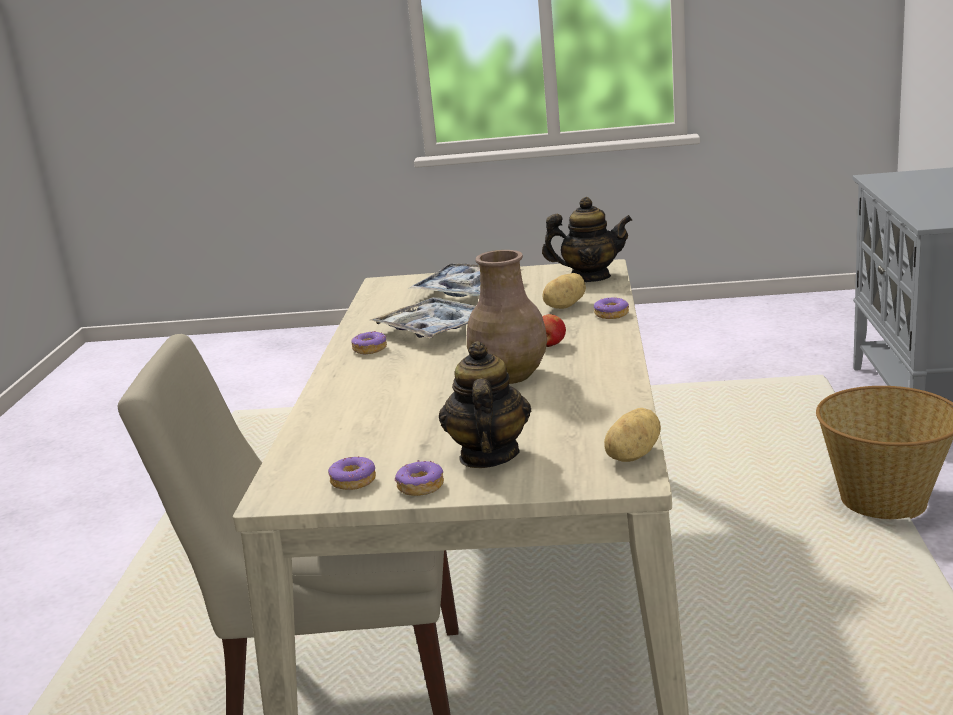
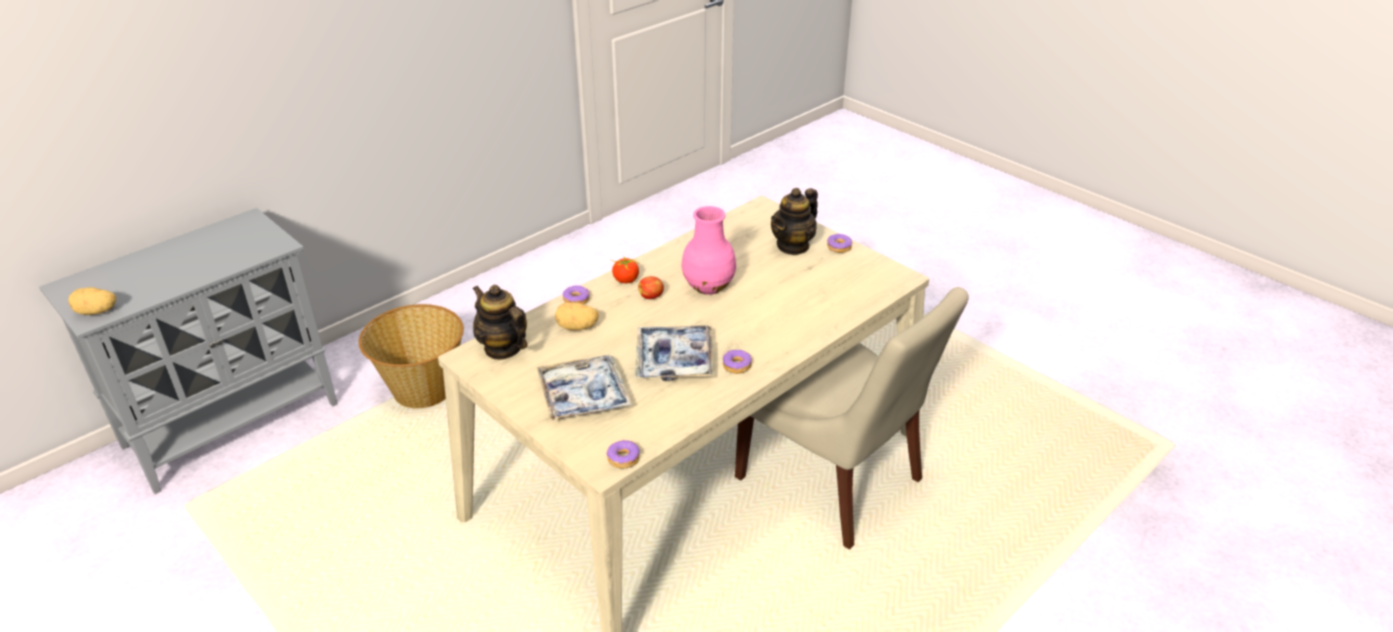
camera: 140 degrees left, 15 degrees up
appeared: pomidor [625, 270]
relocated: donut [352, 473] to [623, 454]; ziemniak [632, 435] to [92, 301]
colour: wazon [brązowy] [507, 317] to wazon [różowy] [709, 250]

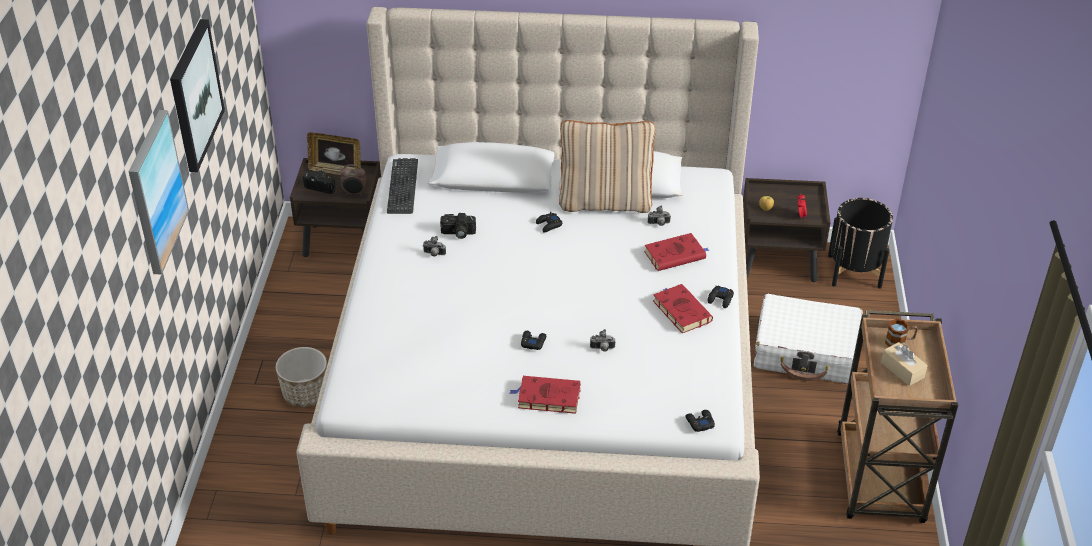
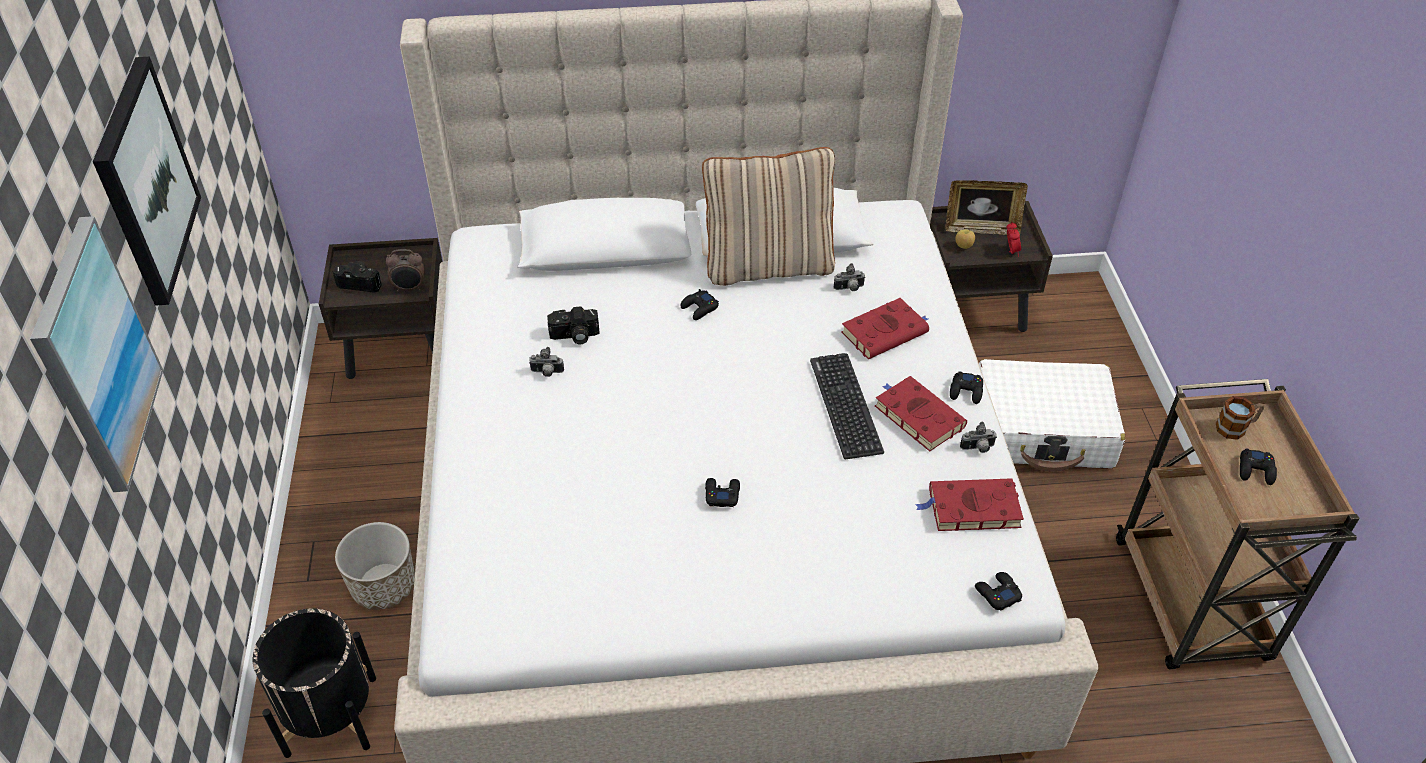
camera: 10 degrees left, 5 degrees up
relocated: ramka na zdjęcie [334, 154] to [986, 207]; klawiatura [402, 186] to [847, 406]; książka [czerwony] [545, 395] to [969, 504]; aparat fotograficzny [602, 340] to [978, 437]; donica [czarny] [860, 243] to [314, 683]
exchanged: pudełko chusteczek [beżowy] [904, 364] to pad do gier [czarny] [1258, 466]

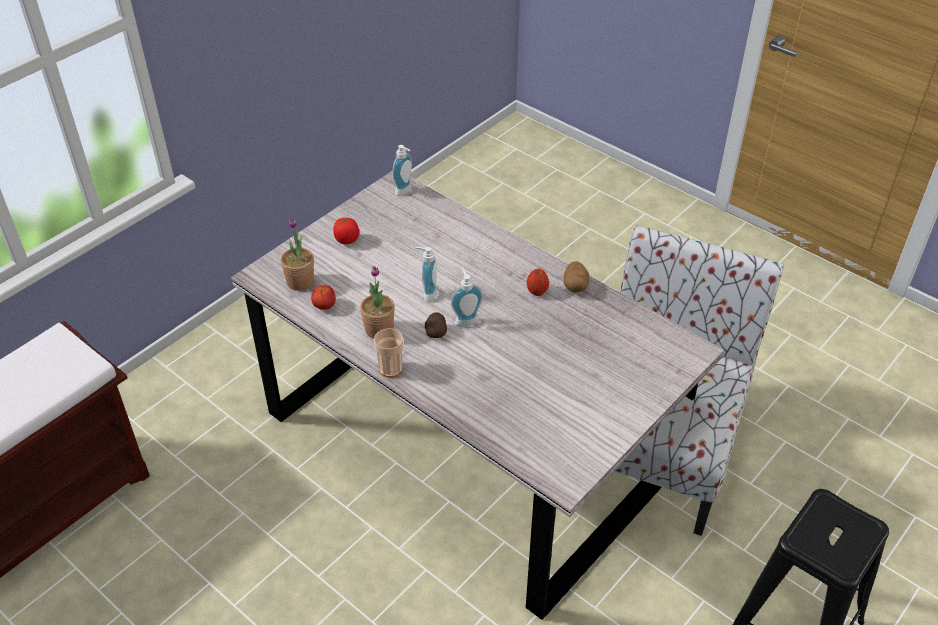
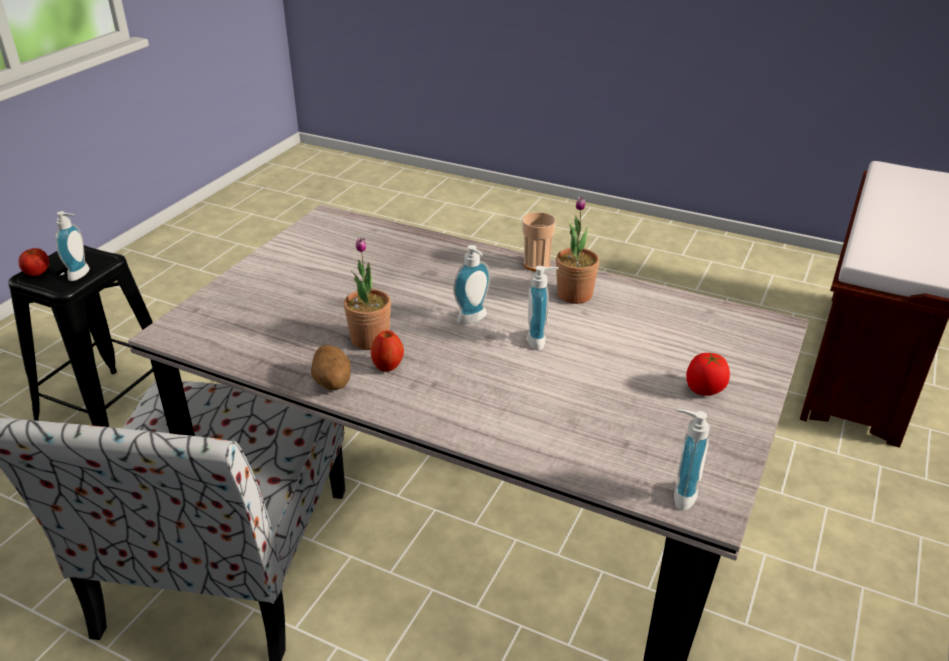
camera: 165 degrees right, 10 degrees down
missing: ziemniak [436, 325]
appeared: dozownik mydła [72, 246]
relocated: roślina doniczkowa [297, 254] to [367, 294]; pomidor [323, 297] to [34, 262]

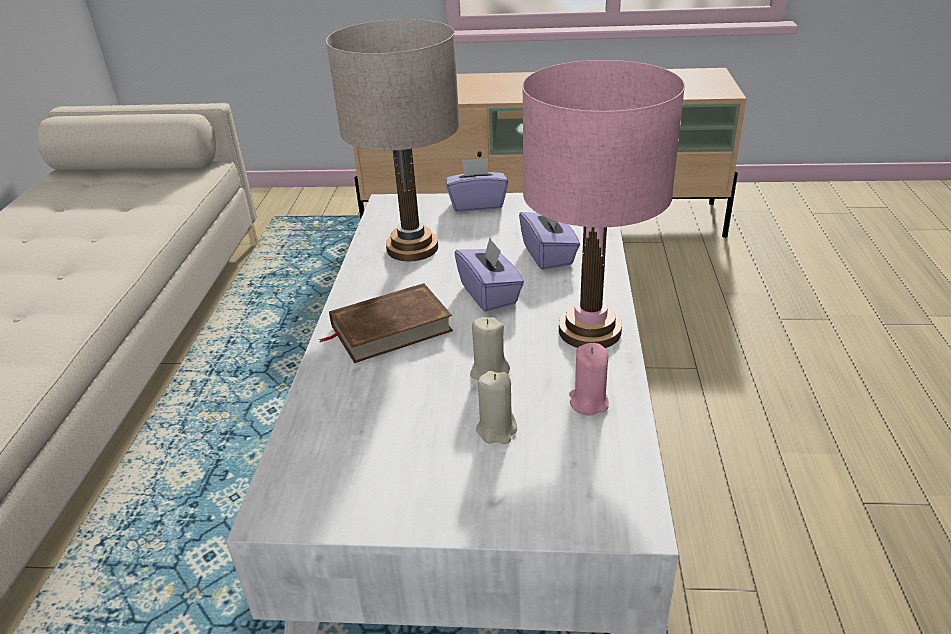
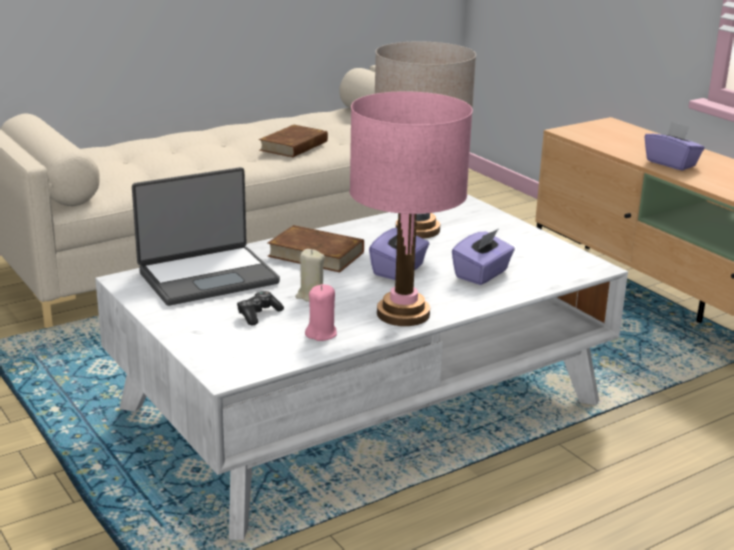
camera: 50 degrees right, 10 degrees down
appeared: laptop [206, 236]; książka [brązowy] [293, 141]
relocated: pudełko chusteczek [fioletowy] [477, 185] to [674, 146]
exchanged: świeca [beżowy] [496, 407] to pad do gier [260, 308]

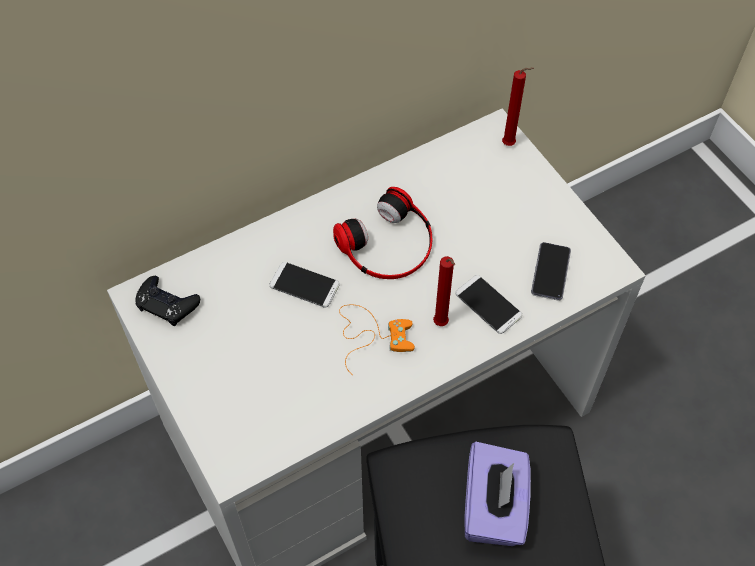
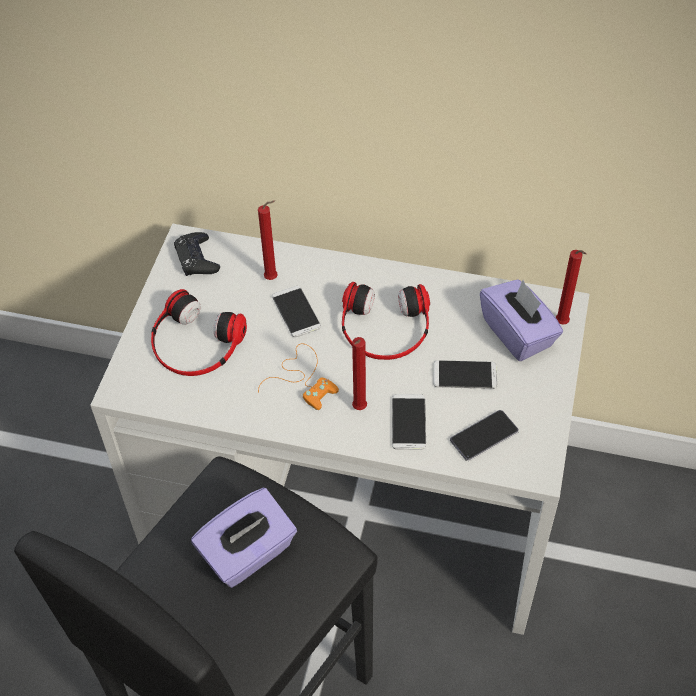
camera: 45 degrees right, 5 degrees down
appeared: słuchawki [199, 332]; świeca [czerwony] [268, 240]; telefon [465, 374]; pudełko chusteczek [fioletowy] [521, 320]

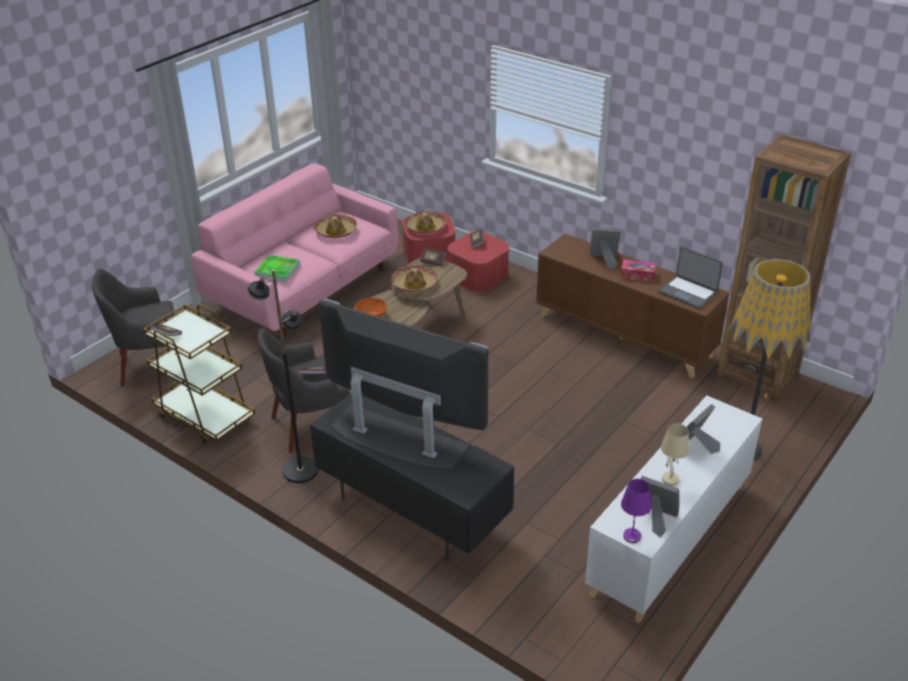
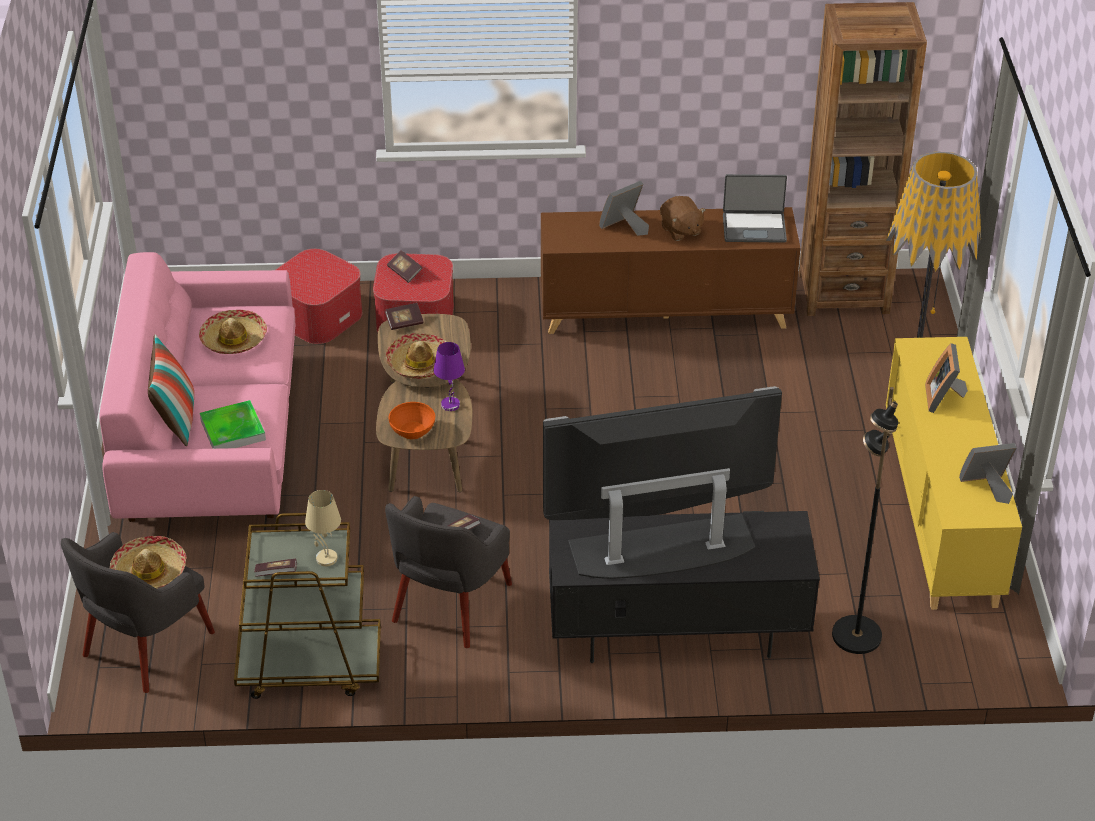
camera: 40 degrees left, 5 degrees up
appeared: poduszka [171, 390]
relocated: lampa stojąca [czarny] [283, 376] to [865, 520]; kapelusz [425, 222] to [148, 562]; lampa stołowa [fioletowy] [636, 511] to [449, 376]; lampa stołowa [beżowy] [675, 455] to [323, 528]
exchanged: pudełko chusteczek [638, 271] to pluszak [brązowy] [683, 218]
colour: szafka [biały] [673, 509] to szafka [żółty] [954, 473]

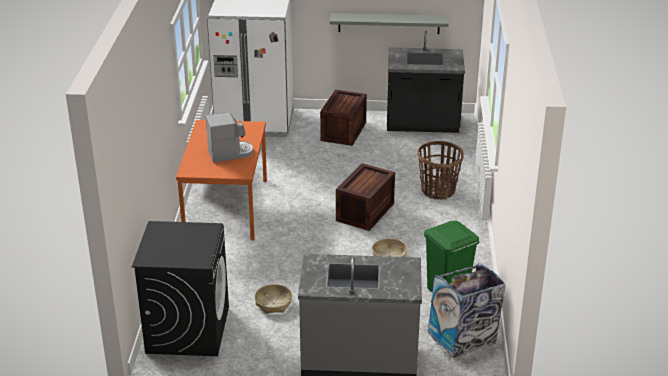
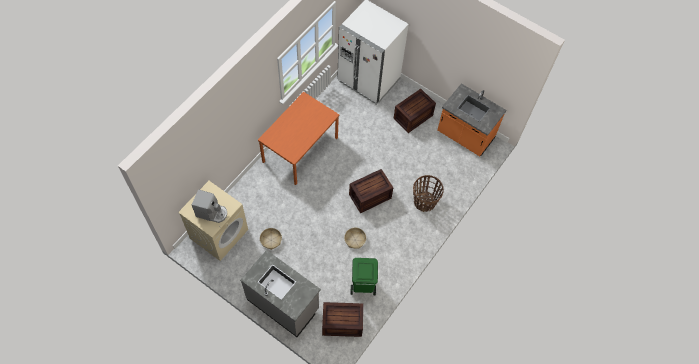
camera: 30 degrees right, 30 degrees up
missing: półka [szary] [389, 23]
relocated: ekspres do kawy [229, 137] to [209, 206]
exchanged: kosz na śmieci [467, 311] to skrzynka [342, 319]
colour: pralka [czarny] [180, 288] to pralka [beżowy] [213, 221]; zabudowa kuchenna [czarny] [426, 81] to zabudowa kuchenna [pomarańczowy] [472, 119]

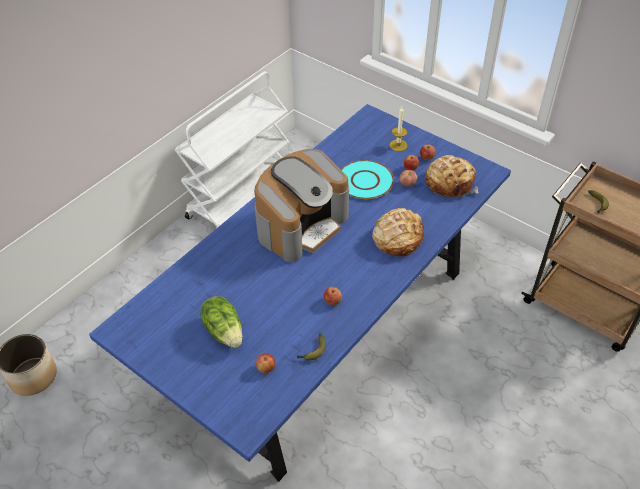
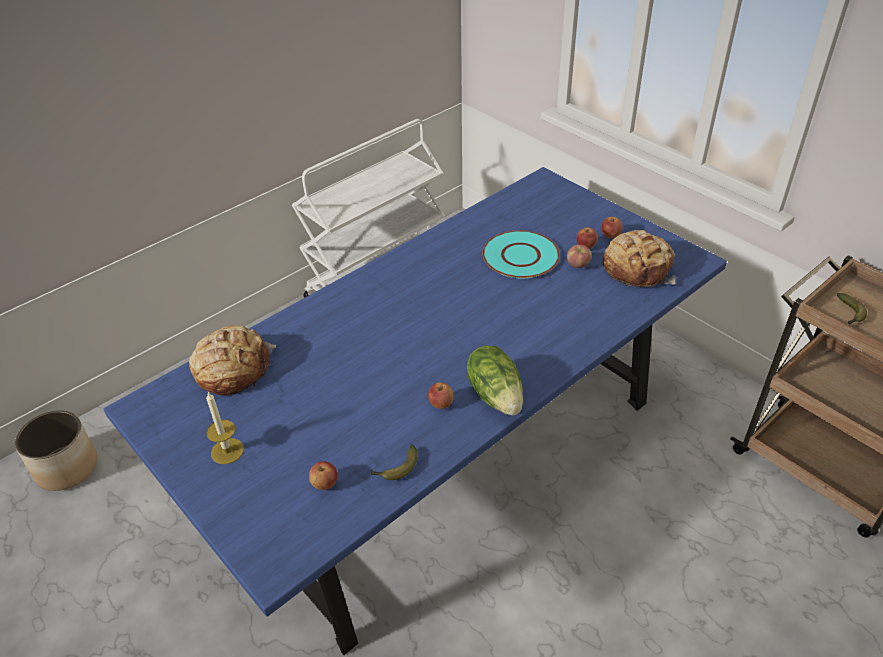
camera: 10 degrees right, 5 degrees down
missing: ekspres do kawy [301, 205]
relocated: sałata [221, 322] to [495, 380]; chleb [398, 232] to [232, 360]; świeca [398, 129] to [225, 428]

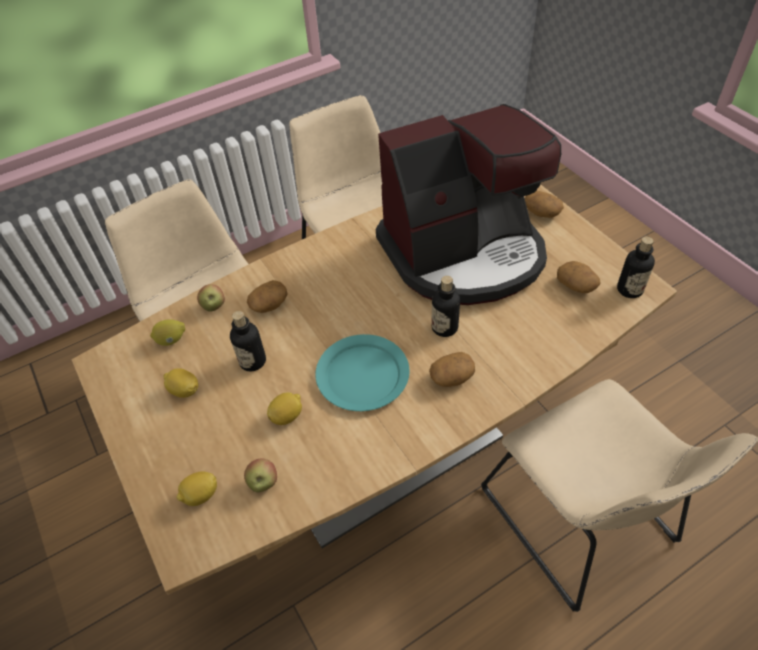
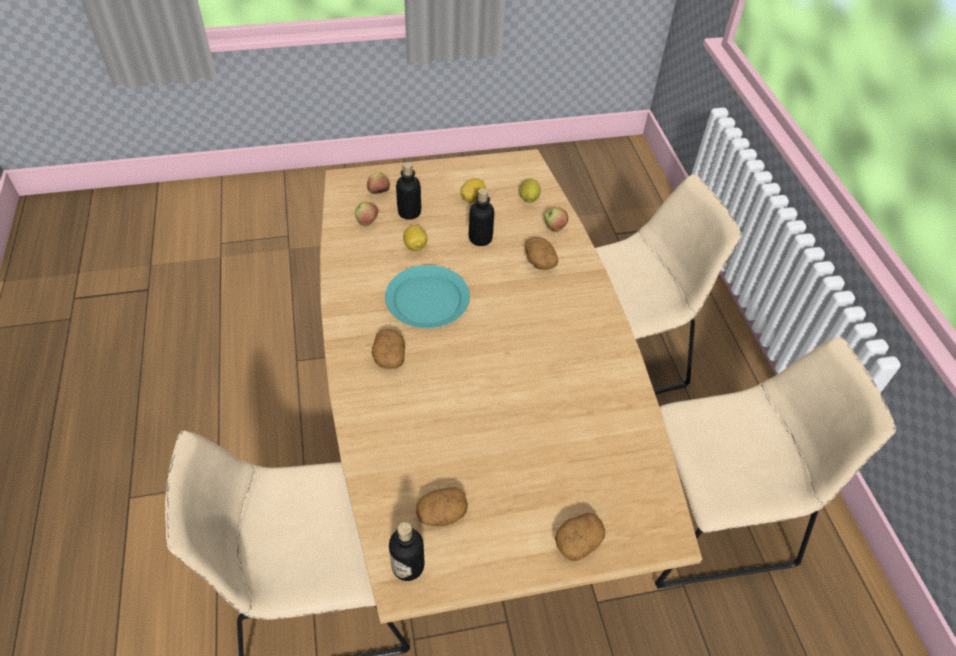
camera: 105 degrees right, 0 degrees up
missing: ekspres do kawy [468, 204]
relocated: butelka [445, 306] to [408, 191]
exchanged: cytryna [196, 488] to jabłko [378, 183]

